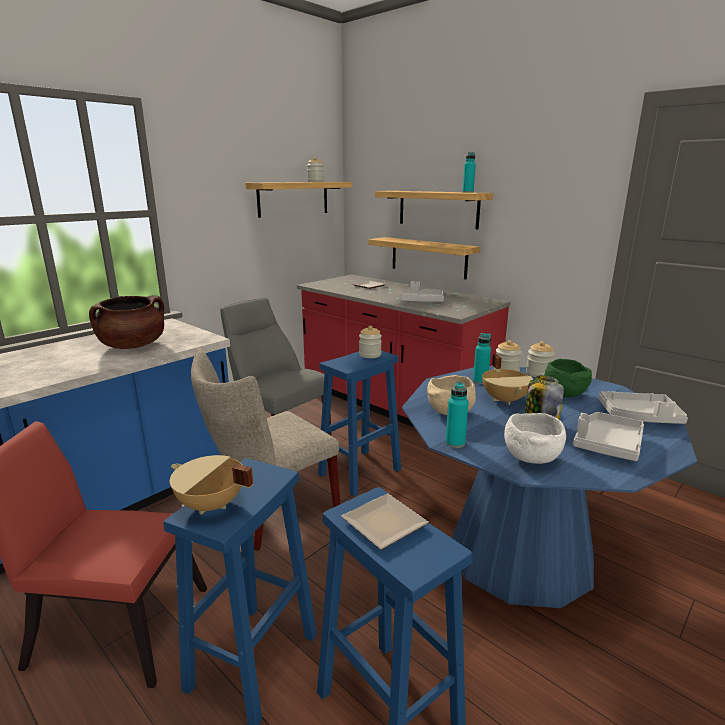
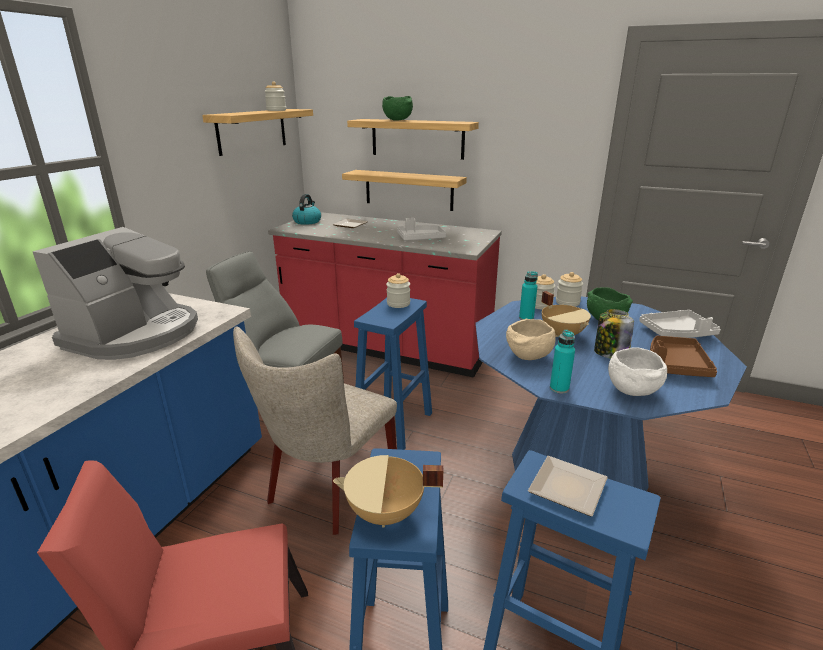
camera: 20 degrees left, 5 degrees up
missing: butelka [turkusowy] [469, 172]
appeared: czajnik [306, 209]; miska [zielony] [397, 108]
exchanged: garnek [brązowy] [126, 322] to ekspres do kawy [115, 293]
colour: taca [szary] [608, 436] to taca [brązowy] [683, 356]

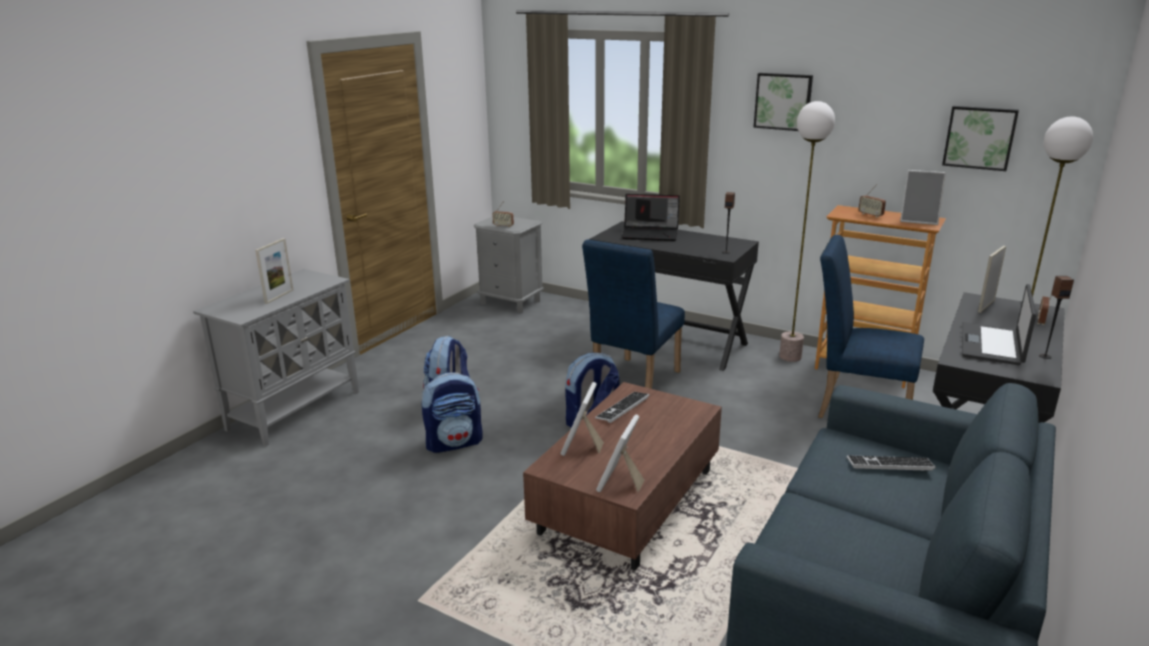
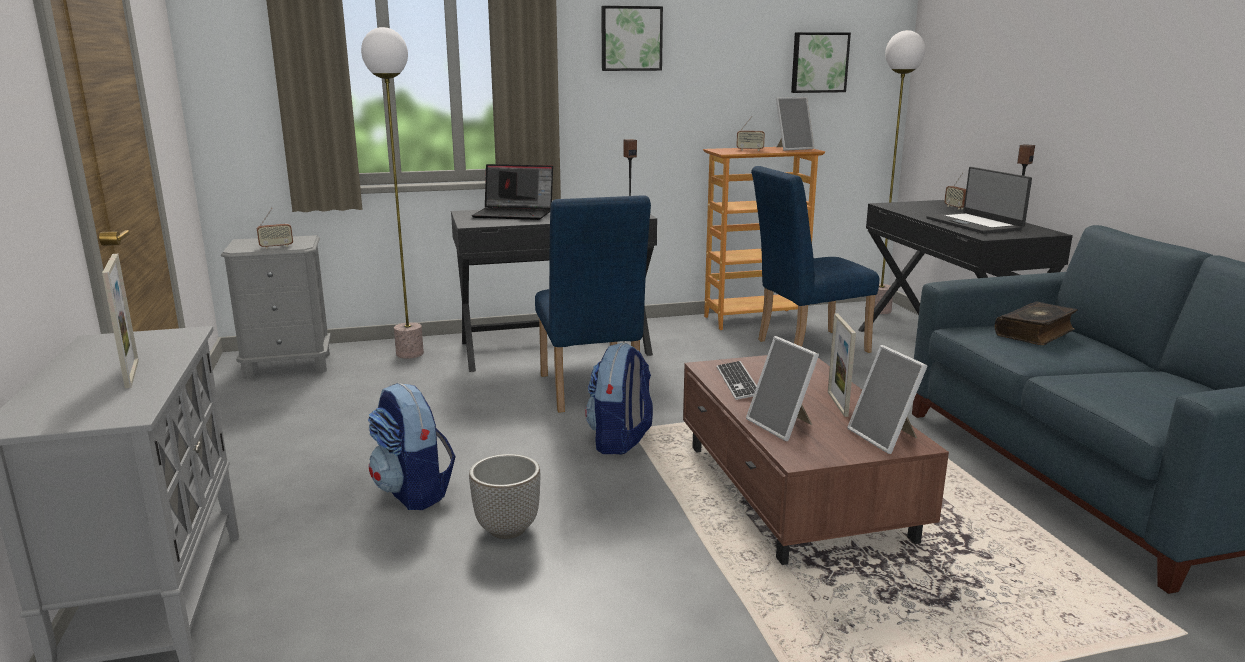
camera: 45 degrees left, 5 degrees down
relocated: lampa stojąca [807, 231] to [392, 193]; ramka na zdjęcie [992, 279] to [842, 365]
exchanged: plecak [452, 412] to donica [504, 496]; klawiatura [891, 463] to książka [1036, 323]
spun: laptop [650, 217] = [512, 192] 45 degrees clockwise

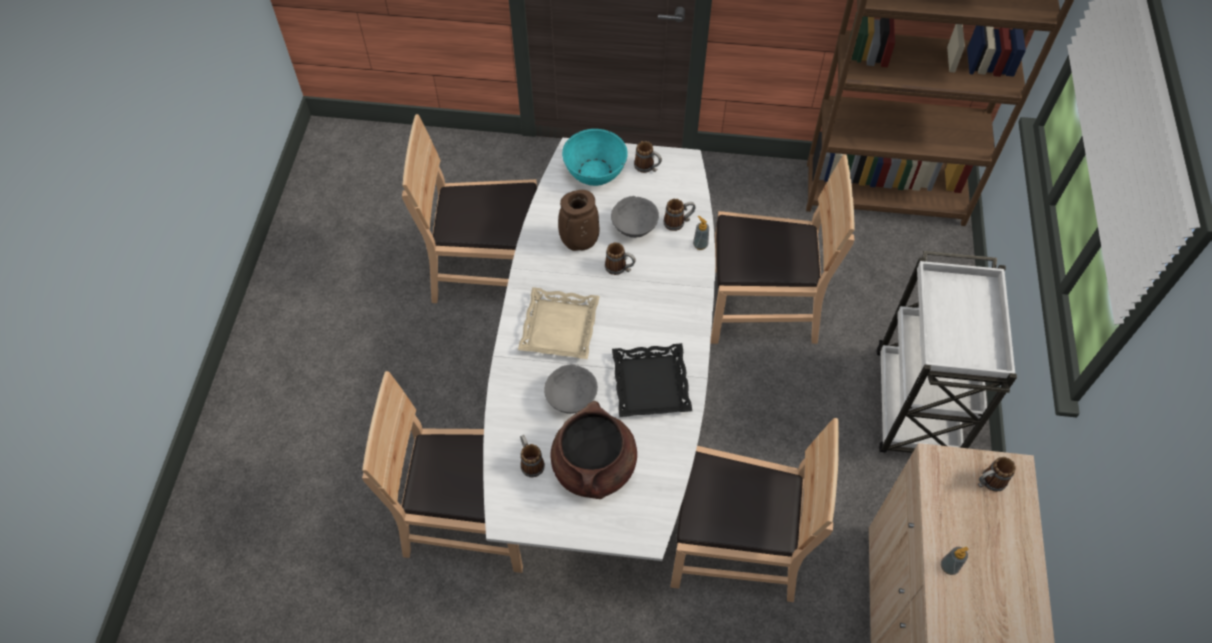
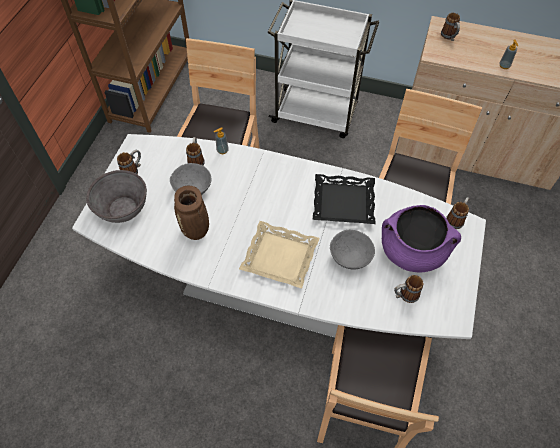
camera: 80 degrees left, 0 degrees up
missing: krzesło [brązowy] [469, 208]
relocated: kubek [620, 258] to [458, 213]
colour: garnek [brązowy] [594, 450] to garnek [fioletowy] [421, 238]; miska [turkusowy] [595, 157] to miska [szary] [116, 196]

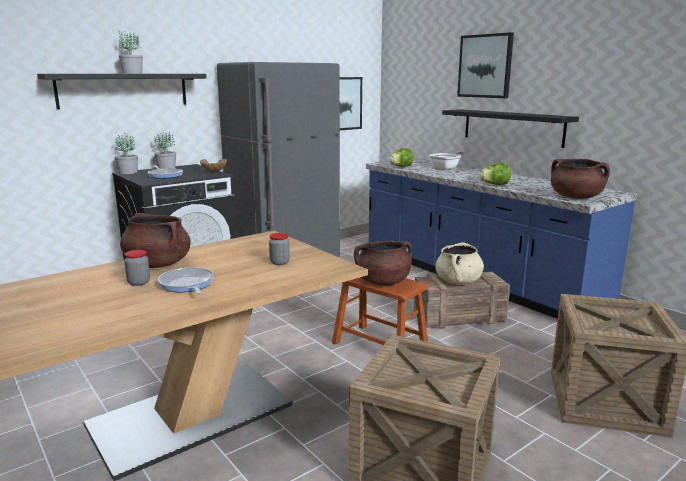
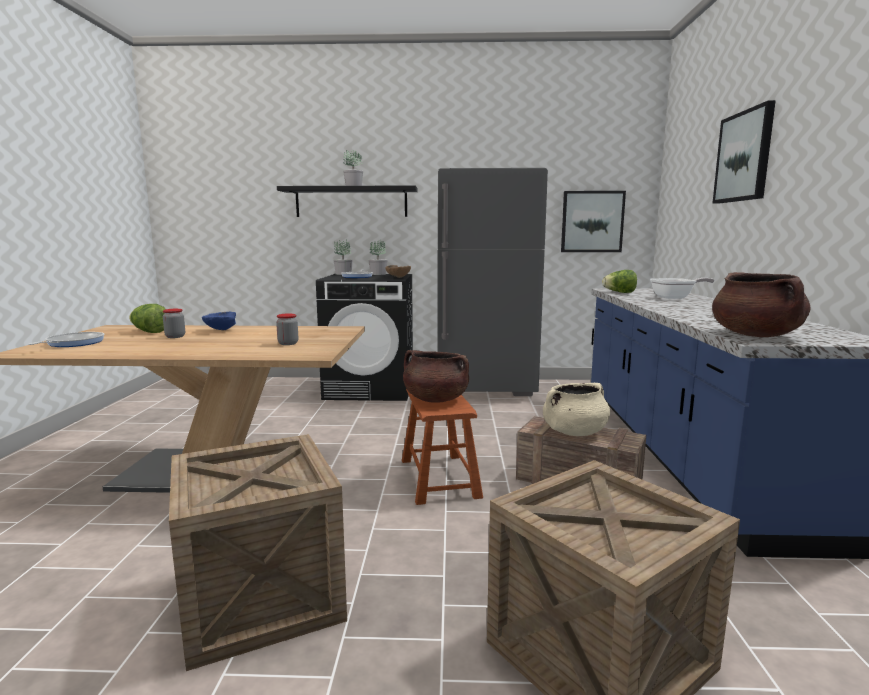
camera: 40 degrees right, 5 degrees down
missing: półka [czarny] [510, 128]
relocated: patelnia [186, 280] to [66, 339]; sałata [495, 174] to [147, 318]
exchanged: garnek [brązowy] [155, 240] to miska [niebieski] [219, 321]

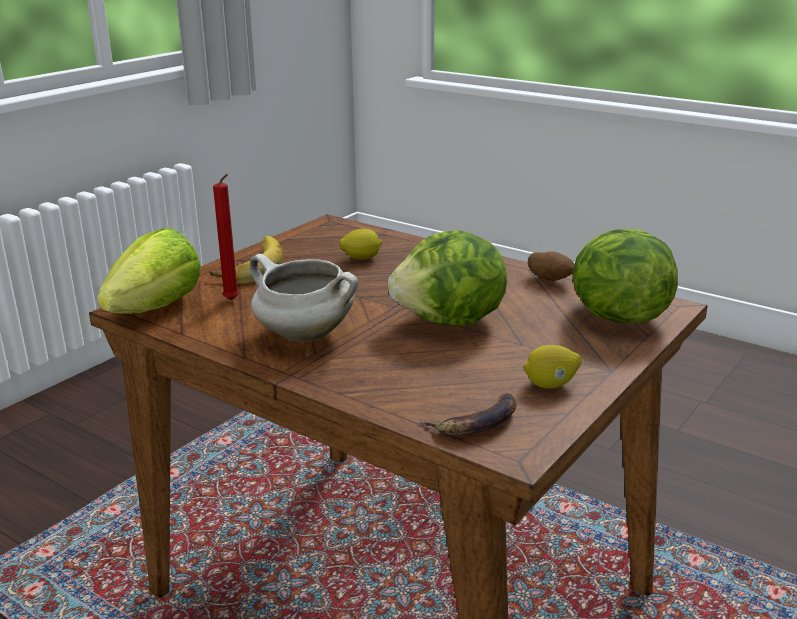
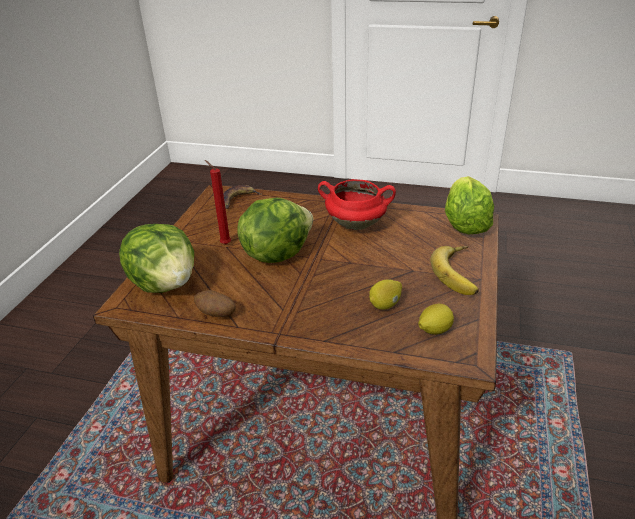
camera: 160 degrees right, 10 degrees up
relocated: świeca [czerwony] [226, 237] to [218, 202]; cytryna [552, 367] to [436, 319]
colour: garnek [biały] [304, 298] to garnek [czerwony] [357, 204]

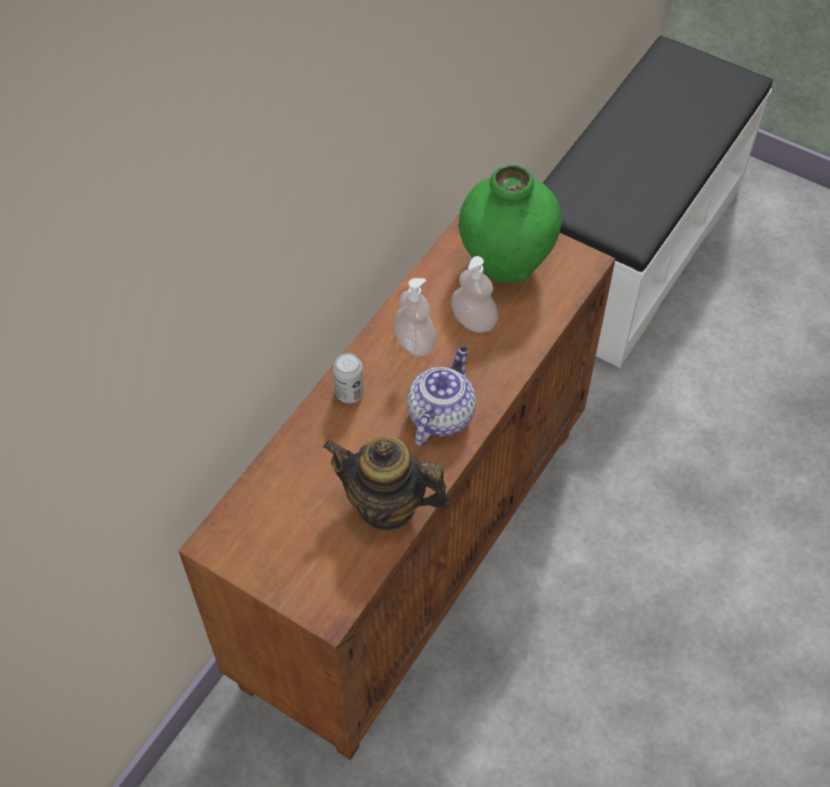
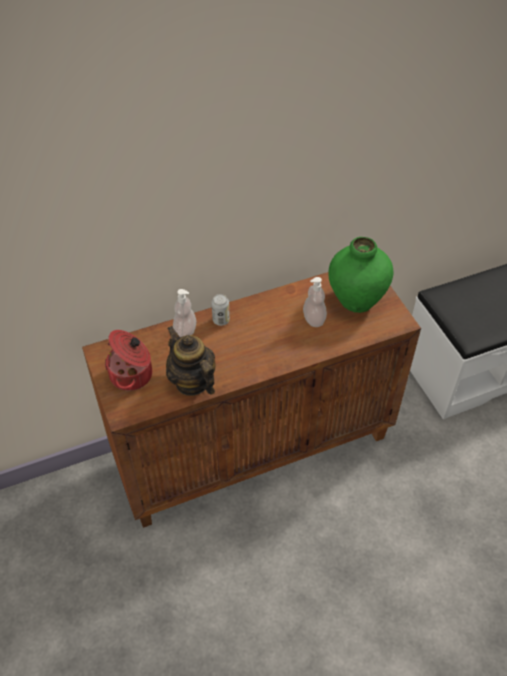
camera: 35 degrees right, 5 degrees down
missing: imbryk [441, 396]
appeared: garnek [128, 360]
relocated: dozownik mydła [415, 317] to [184, 313]

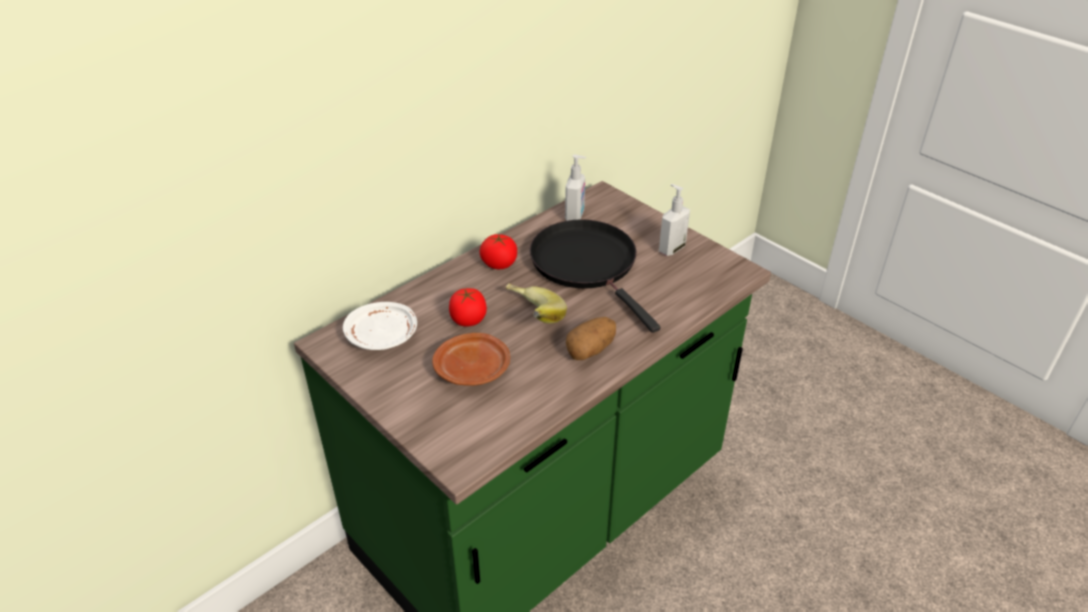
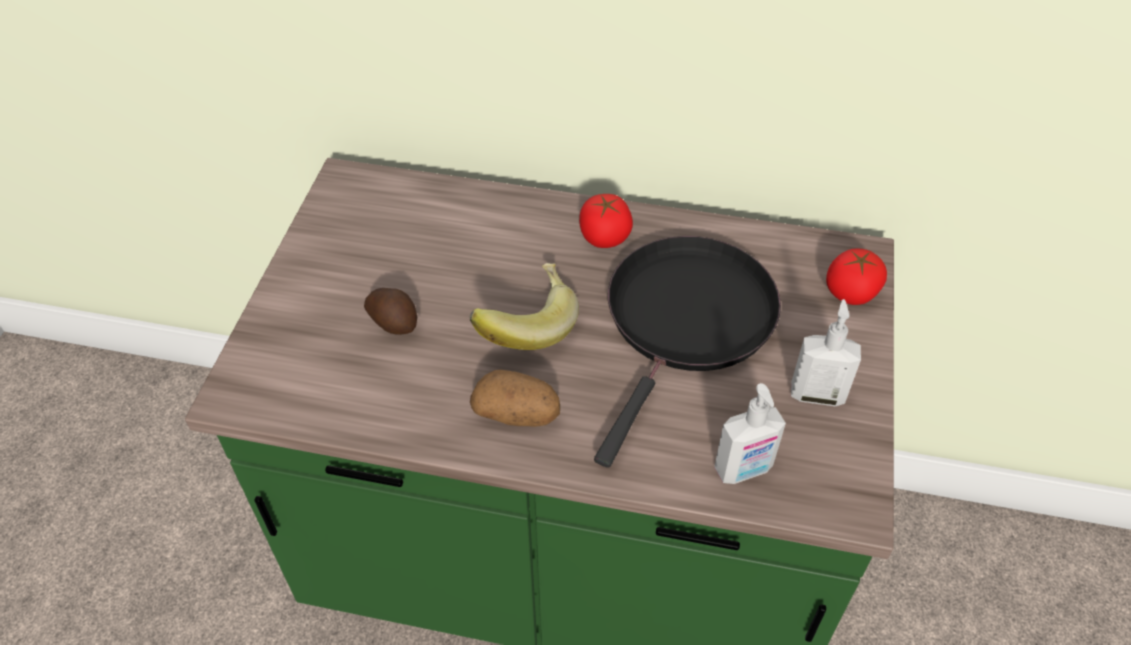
camera: 55 degrees right, 10 degrees up
missing: talerz [biały] [380, 326]
relocated: pomidor [468, 307] to [856, 277]; dozownik mydła [575, 188] to [750, 433]
exchanged: talerz [brązowy] [471, 359] to ziemniak [390, 311]

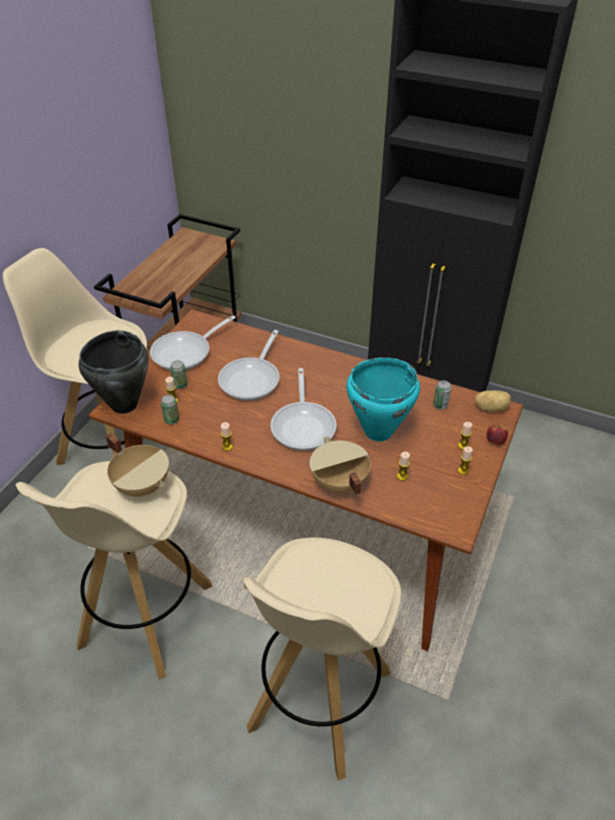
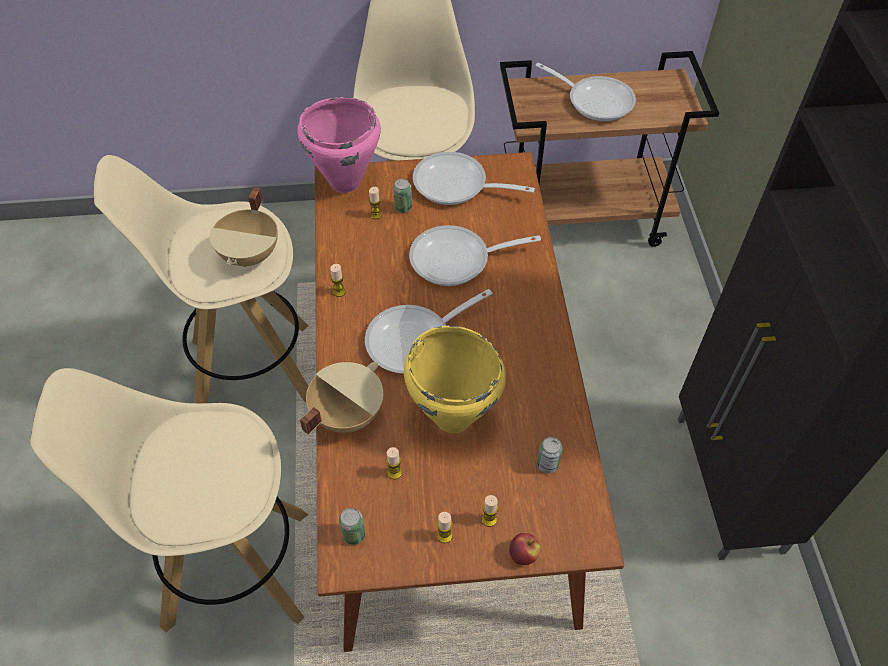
camera: 60 degrees right, 10 degrees up
missing: ziemniak [493, 401]
appeared: patelnia [585, 92]
relocated: puszka [170, 409] to [352, 526]
colour: garnek [czarny] [114, 372] to garnek [różowy] [339, 145]; garnek [turkusowy] [383, 399] to garnek [żółty] [455, 379]

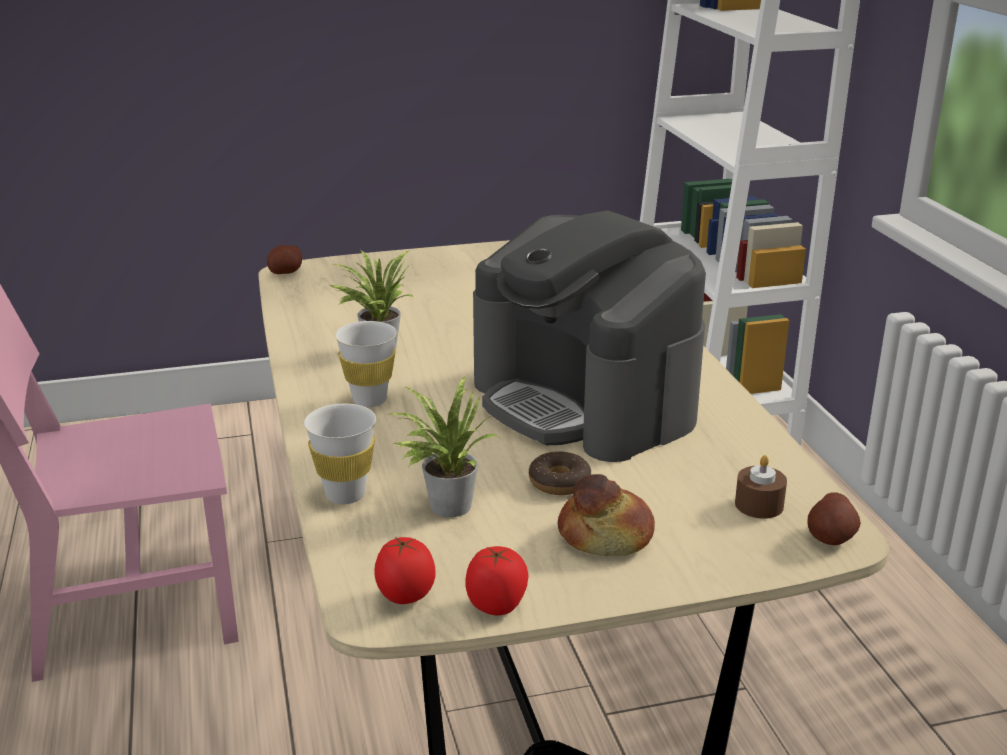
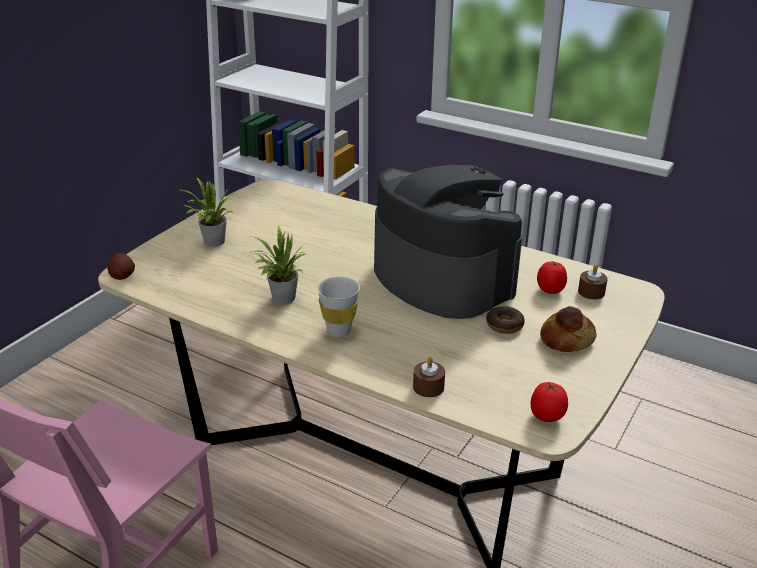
camera: 45 degrees left, 5 degrees up
missing: ziemniak [834, 519]
relocated: roślina doniczkowa [443, 446] to [207, 212]; pomidor [497, 581] to [552, 278]
exchanged: filiżanka [biały] [340, 454] to świeca [brązowy] [429, 377]
spun: ekspres do kawy [589, 336] = [448, 242] 135 degrees counterclockwise

